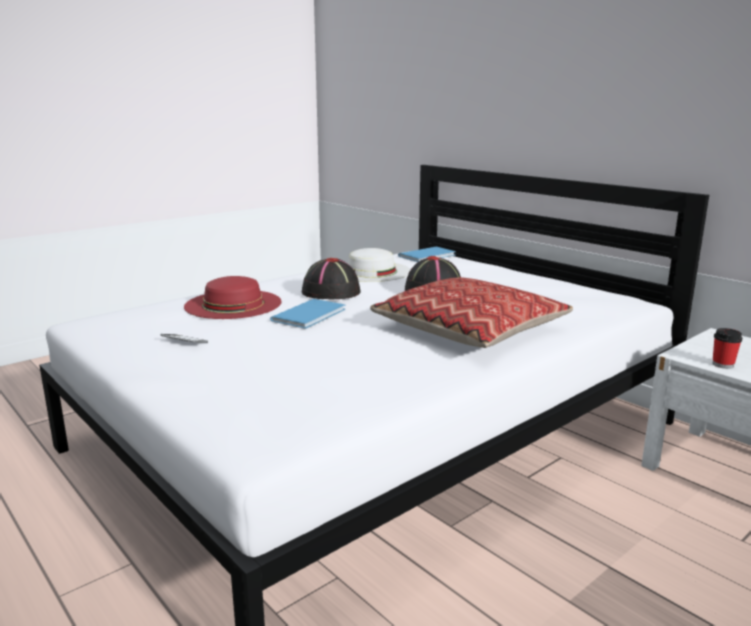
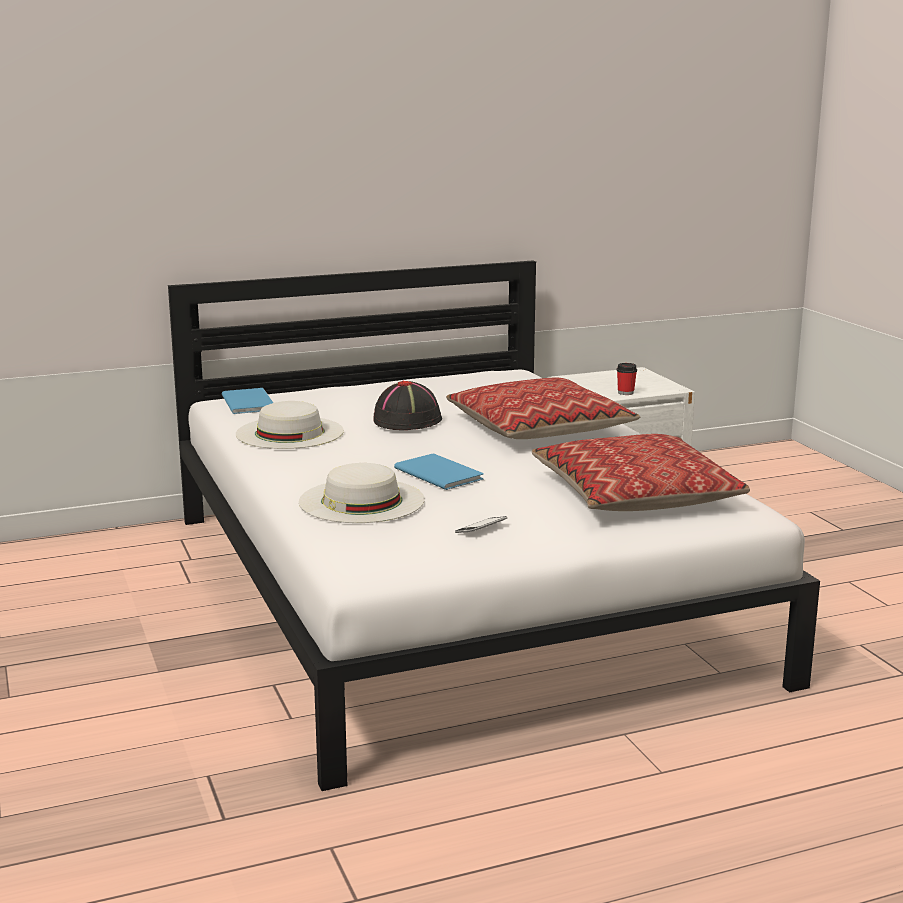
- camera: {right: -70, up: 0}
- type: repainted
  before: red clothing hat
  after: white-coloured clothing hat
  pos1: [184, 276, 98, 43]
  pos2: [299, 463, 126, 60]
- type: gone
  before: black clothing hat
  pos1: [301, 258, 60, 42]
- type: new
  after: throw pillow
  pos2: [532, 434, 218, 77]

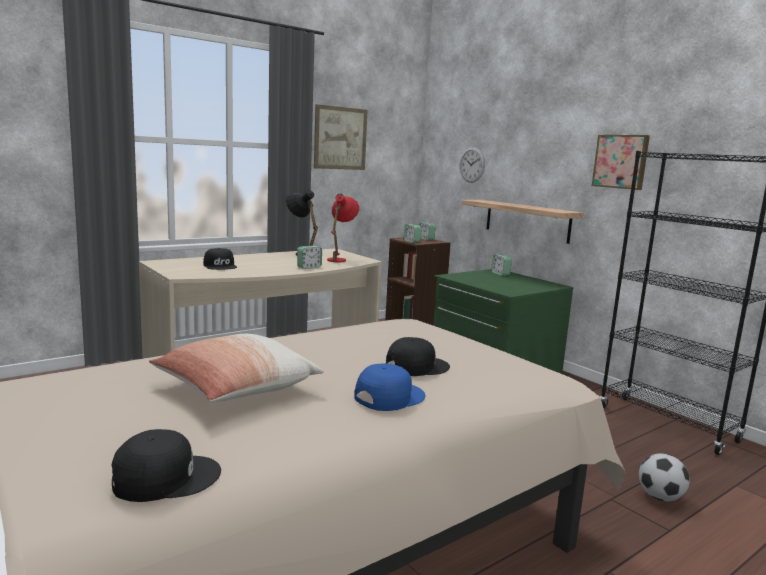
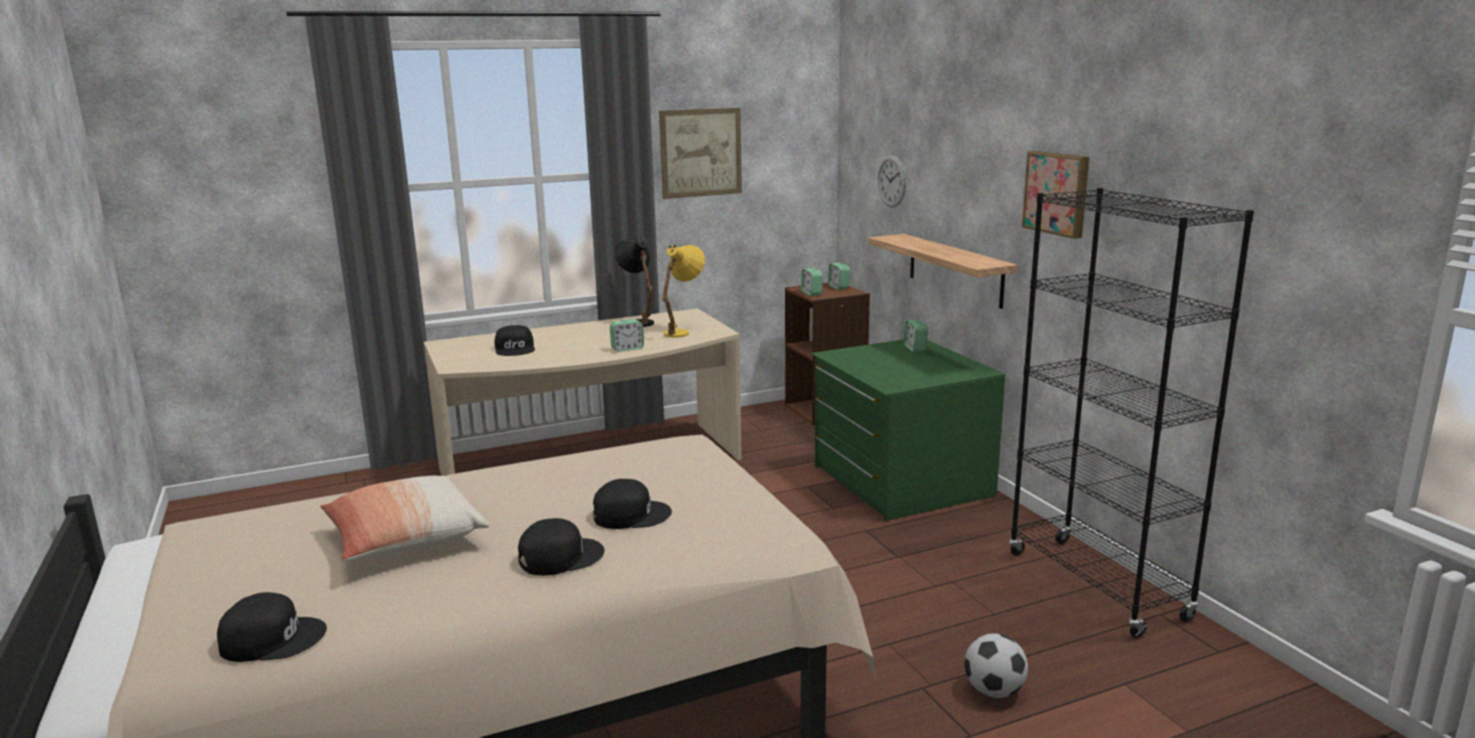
- camera: {right: 15, up: 5}
- type: repainted
  before: red tabletop lamp
  after: yellowish tabletop lamp
  pos1: [327, 193, 32, 69]
  pos2: [661, 245, 44, 93]
- type: repainted
  before: blue-coloured peaked cap
  after: black peaked cap
  pos1: [354, 363, 71, 48]
  pos2: [518, 518, 86, 58]

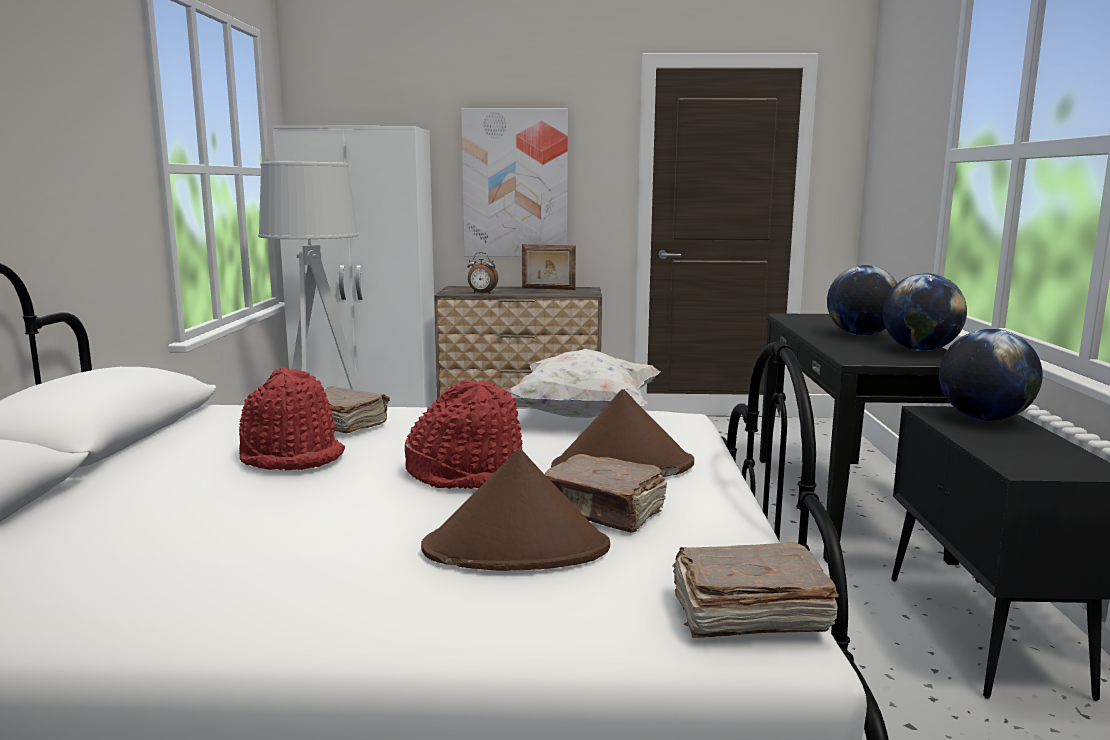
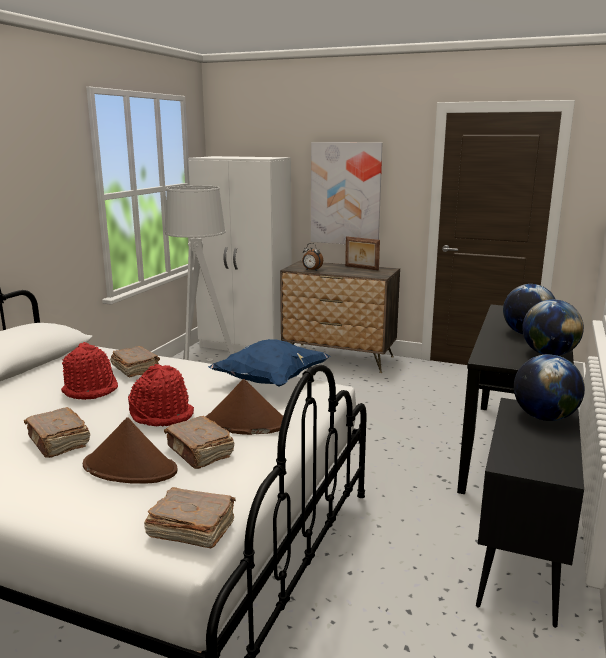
- camera: {right: 20, up: 5}
- type: repainted
  before: white-coloured throw pillow
  after: blue-coloured throw pillow
  pos1: [507, 349, 153, 69]
  pos2: [208, 339, 122, 48]
- type: new
  after: brown bound book
  pos2: [24, 407, 66, 51]

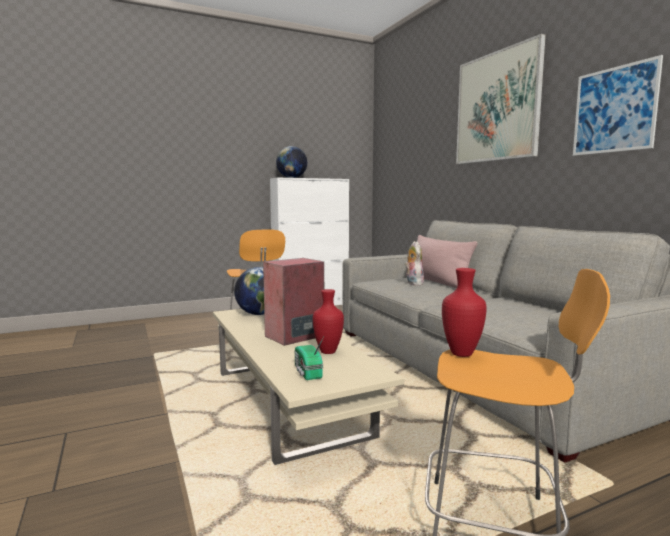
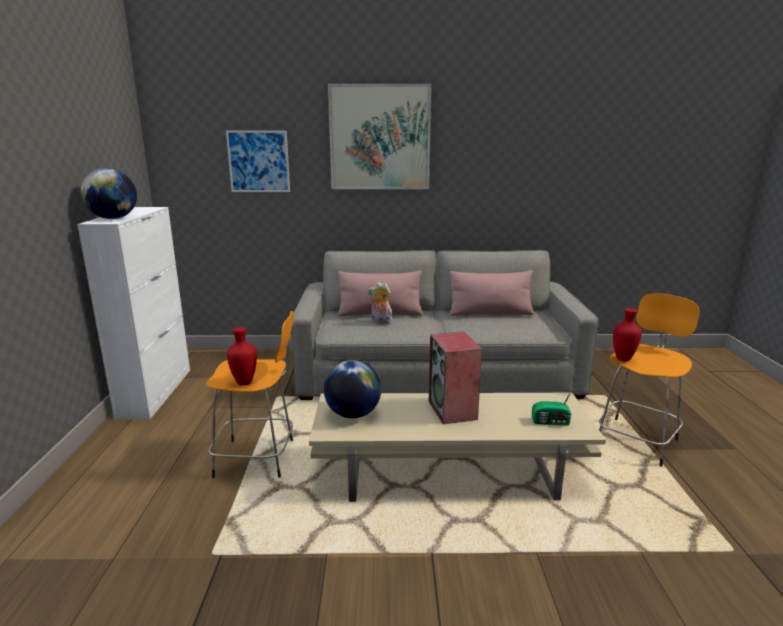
- camera: {right: -65, up: 10}
- type: shifted
  before: red decorative vase
  pos1: [313, 289, 31, 65]
  pos2: [227, 327, 30, 59]
- type: shifted
  before: picture
  pos1: [573, 55, 90, 101]
  pos2: [226, 130, 64, 62]
- type: new
  after: pinkish throw pillow
  pos2: [449, 270, 85, 46]

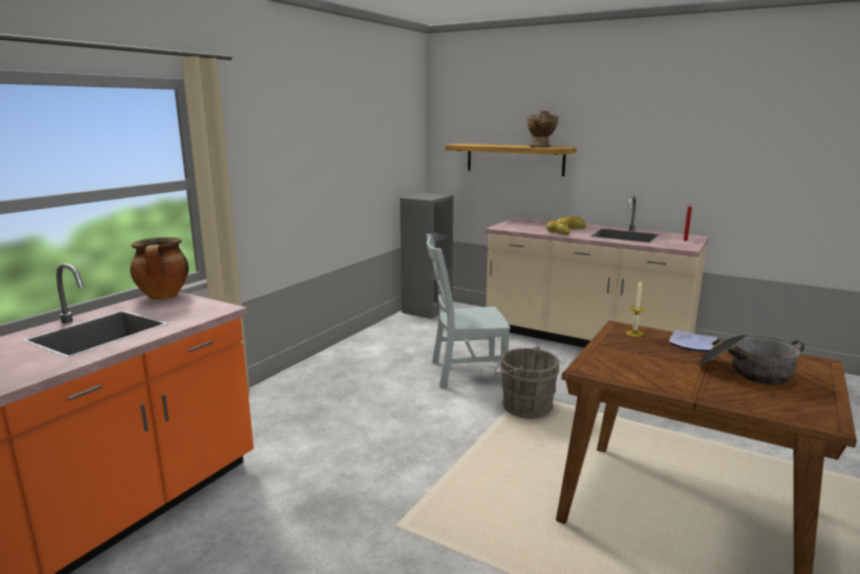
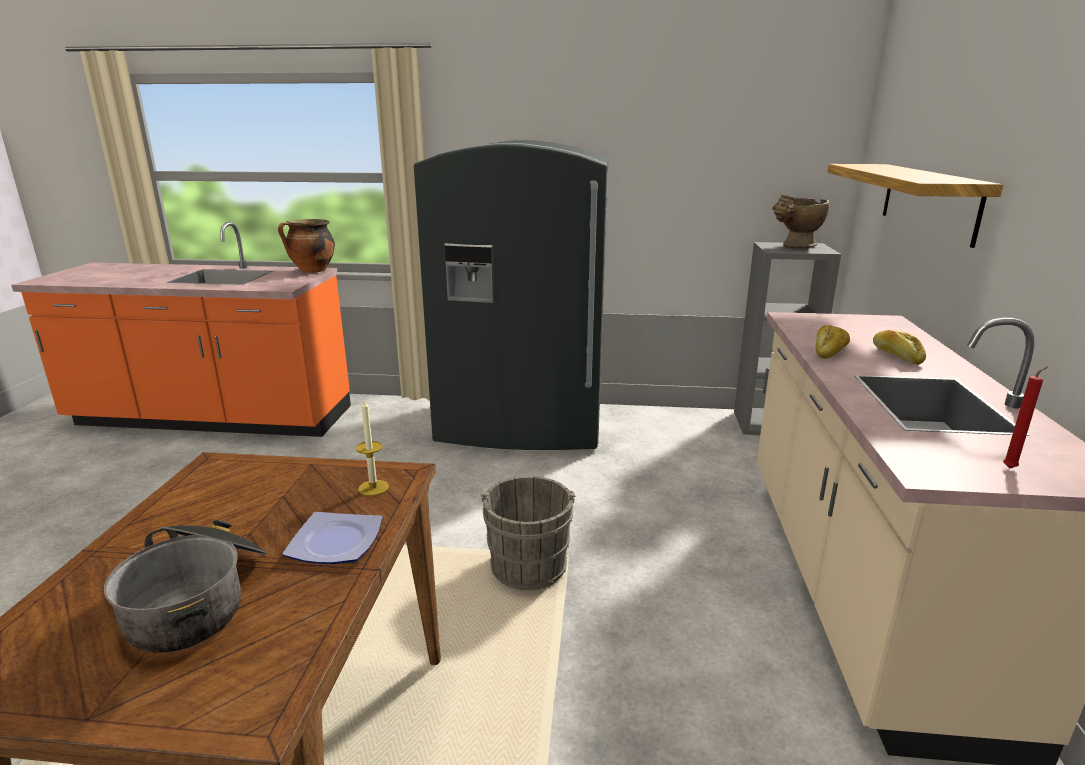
- camera: {right: 65, up: 5}
- type: gone
  before: gray upright chair
  pos1: [426, 234, 84, 154]
- type: shifted
  before: beige-coloured decorative vase
  pos1: [527, 110, 31, 37]
  pos2: [772, 193, 57, 55]
- type: new
  after: gray fridge
  pos2: [414, 140, 195, 310]

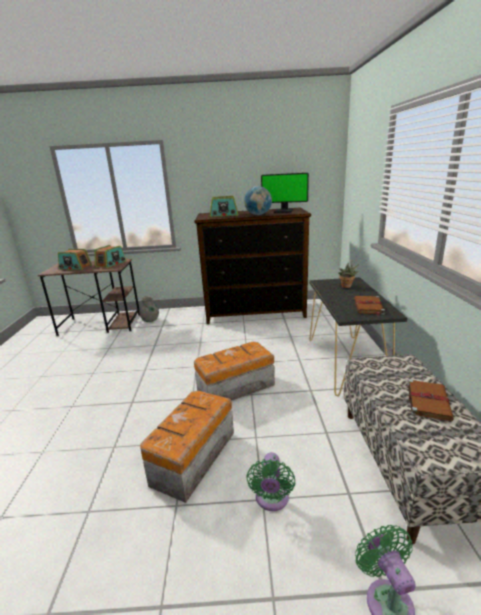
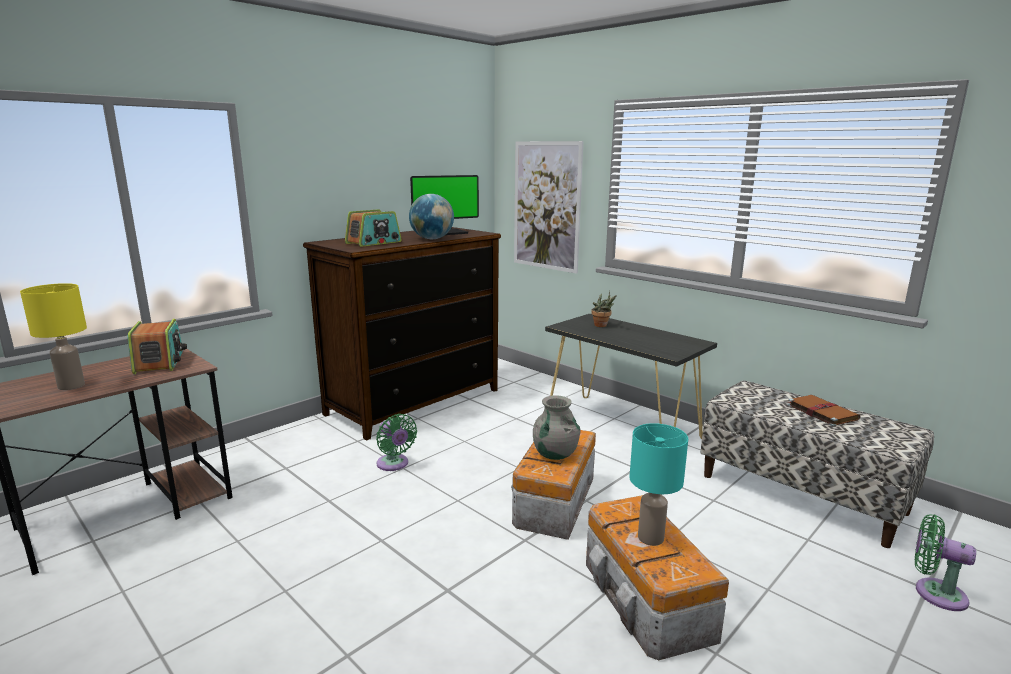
- camera: {right: -45, up: -5}
- type: swapped
  before: radio receiver
  after: yellowish tabletop lamp
  pos1: [58, 249, 34, 21]
  pos2: [20, 283, 67, 107]
- type: shifted
  before: gray decorative vase
  pos1: [139, 296, 20, 26]
  pos2: [533, 395, 48, 65]
- type: shifted
  before: greenish fan
  pos1: [246, 452, 49, 59]
  pos2: [376, 414, 41, 57]
- type: gone
  before: brown bound book
  pos1: [354, 296, 31, 20]
- type: new
  after: picture
  pos2: [514, 141, 69, 133]
- type: new
  after: turquoise-coloured tabletop lamp
  pos2: [629, 423, 59, 123]

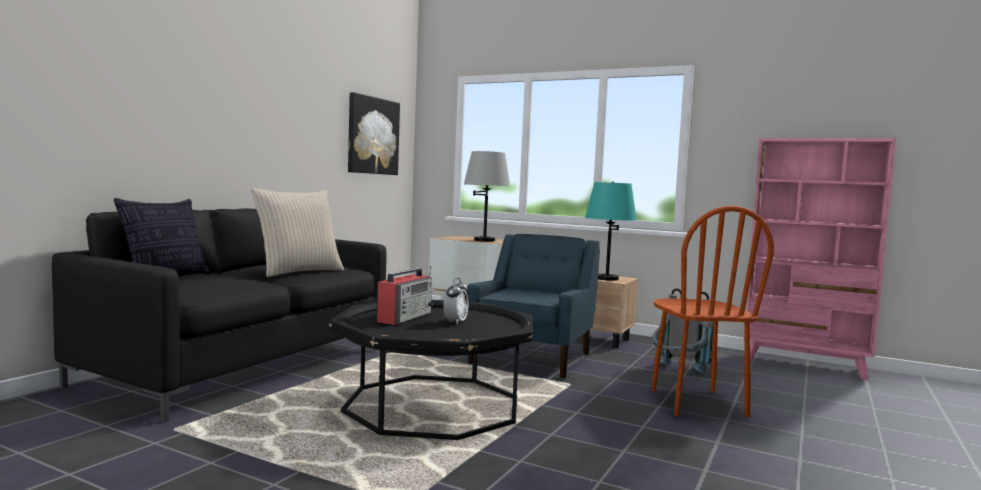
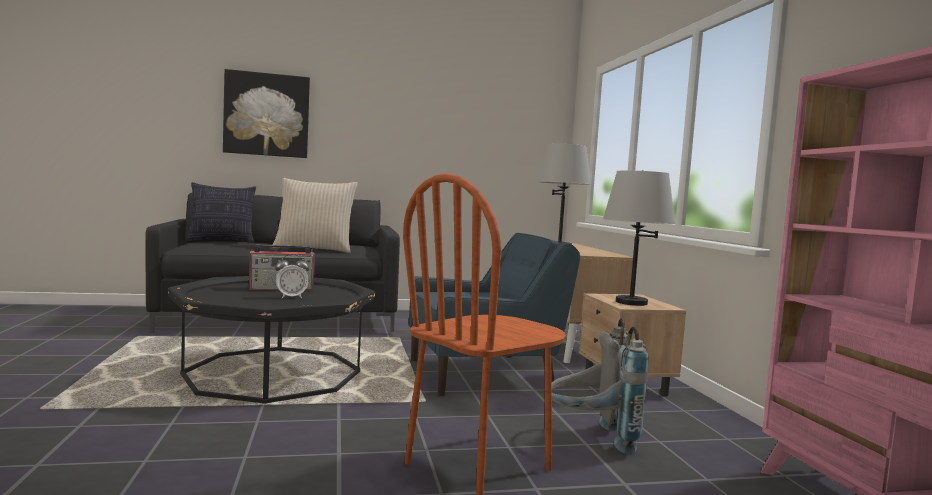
- camera: {right: 50, up: 0}
- type: shifted
  before: picture
  pos1: [348, 92, 52, 83]
  pos2: [223, 69, 87, 89]
- type: repainted
  before: turquoise-coloured tabletop lamp
  after: gray tabletop lamp
  pos1: [585, 182, 52, 99]
  pos2: [603, 170, 72, 136]

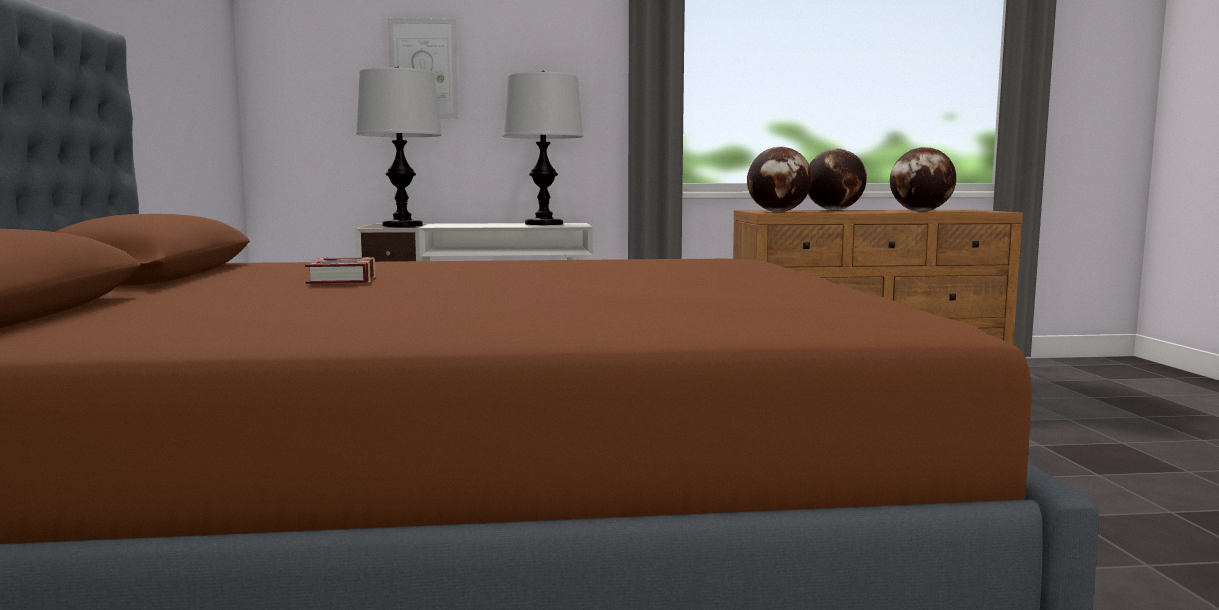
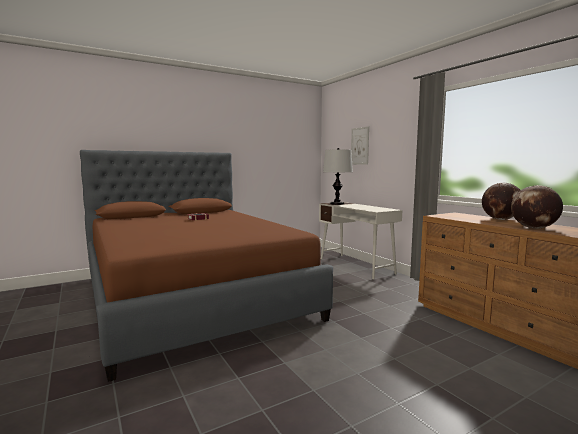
- camera: {right: 65, up: 0}
- type: gone
  before: tabletop lamp
  pos1: [503, 70, 80, 155]
- type: gone
  before: world globe
  pos1: [747, 147, 65, 65]

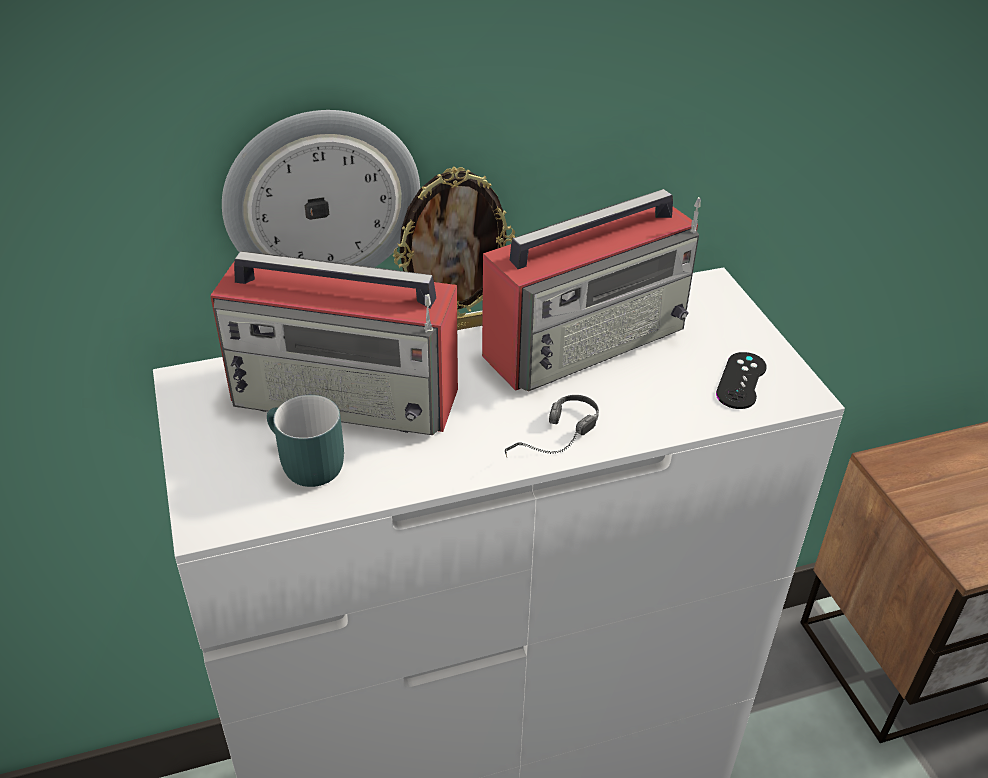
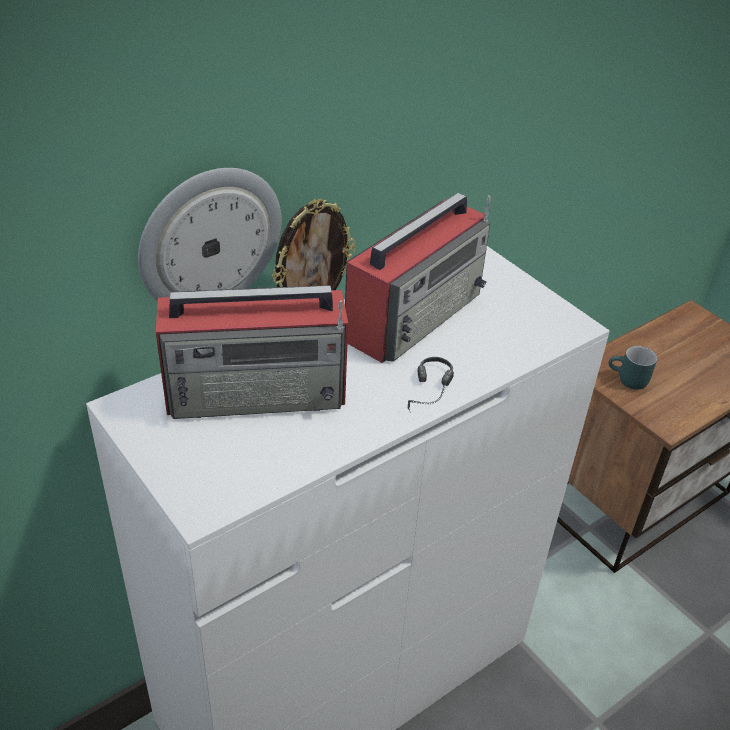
- camera: {right: -20, up: 0}
- type: shifted
  before: turquoise-coloured mug
  pos1: [267, 395, 77, 92]
  pos2: [609, 346, 48, 44]
- type: gone
  before: black gamepad
  pos1: [716, 352, 50, 57]

